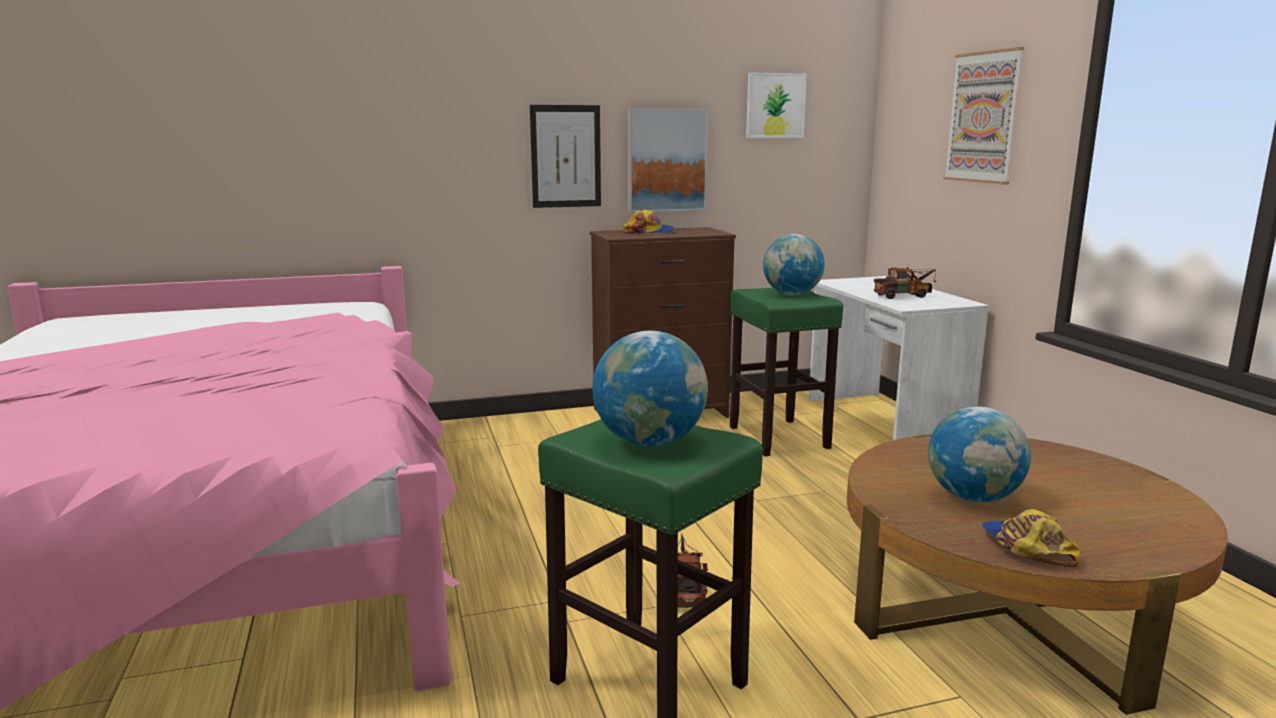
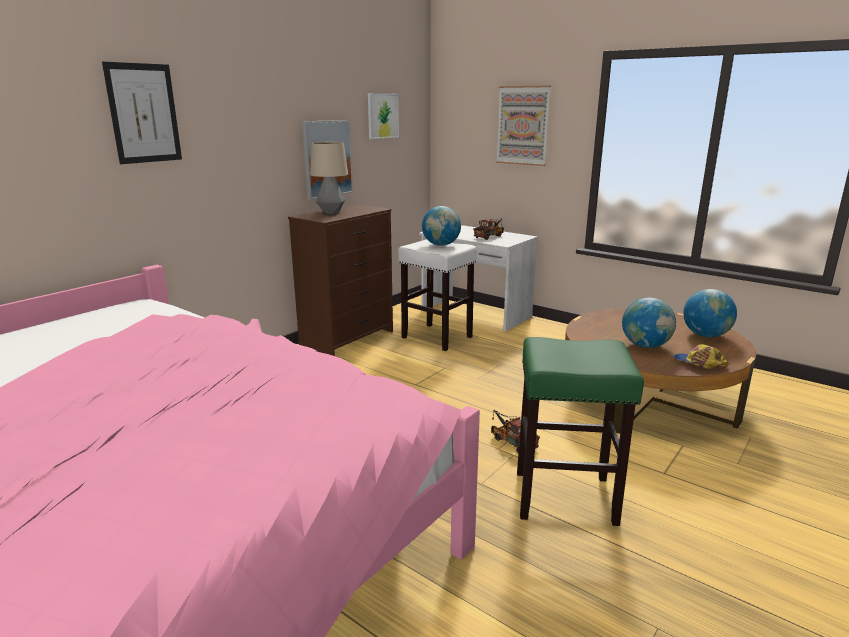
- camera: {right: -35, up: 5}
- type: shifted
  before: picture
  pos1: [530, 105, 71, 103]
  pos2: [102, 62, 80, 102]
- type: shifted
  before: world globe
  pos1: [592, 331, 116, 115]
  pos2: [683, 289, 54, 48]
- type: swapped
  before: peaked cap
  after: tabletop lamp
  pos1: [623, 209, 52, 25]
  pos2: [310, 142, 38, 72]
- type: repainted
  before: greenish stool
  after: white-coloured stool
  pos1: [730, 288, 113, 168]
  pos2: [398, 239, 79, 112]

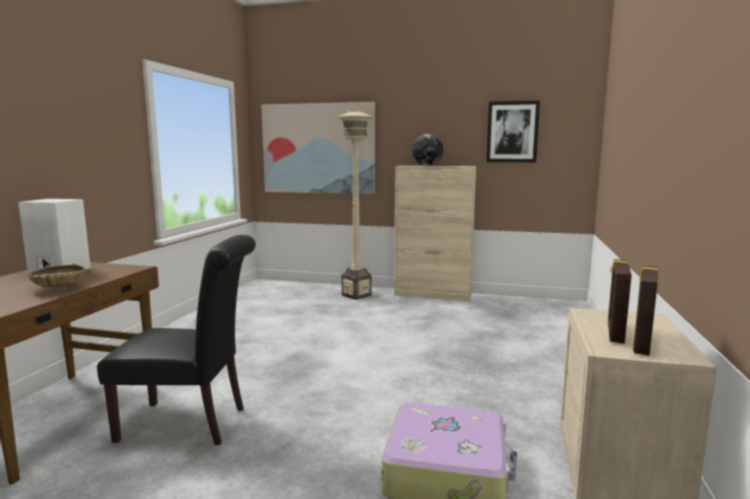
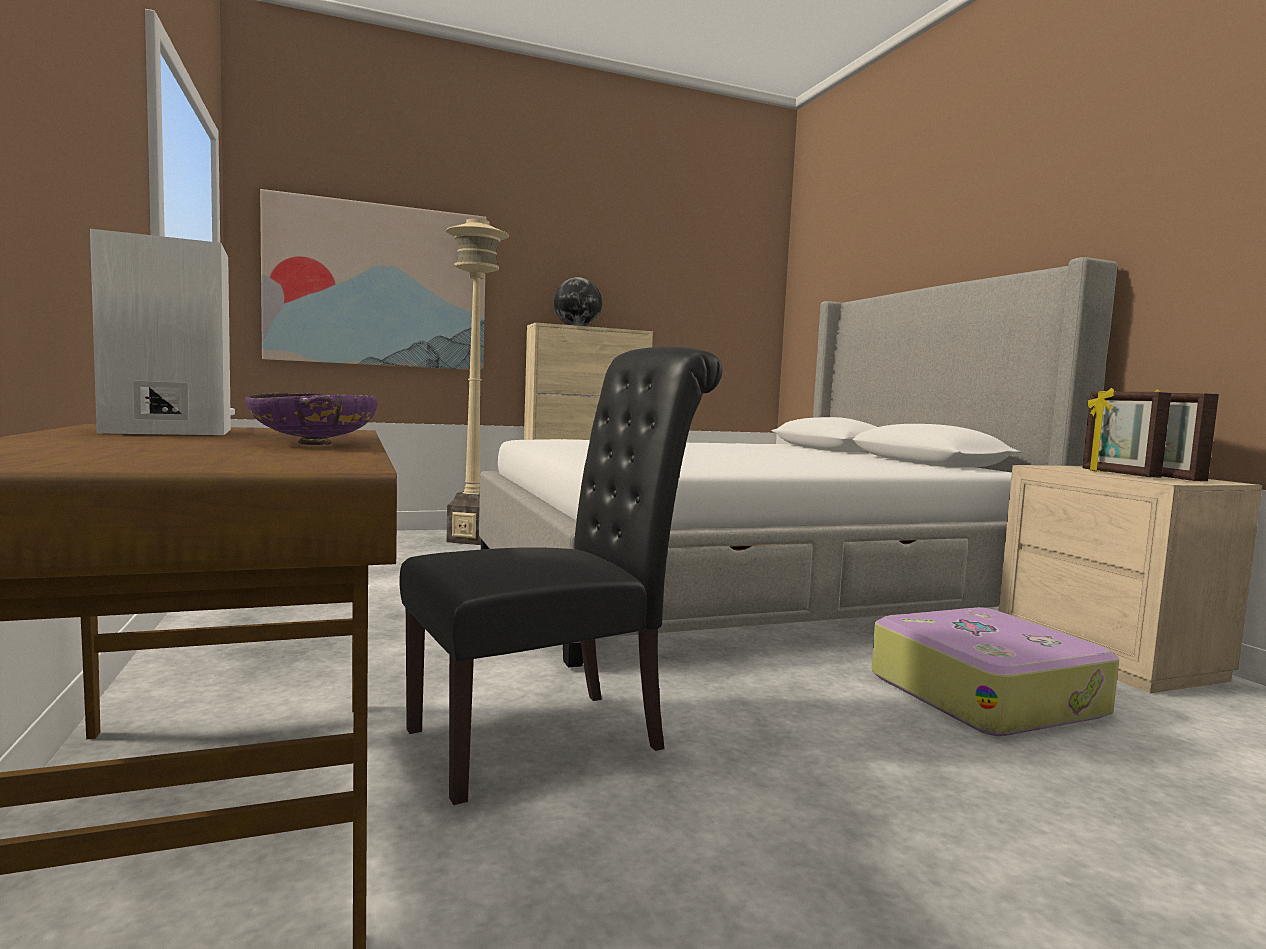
- camera: {right: -35, up: -5}
- type: repainted
  before: beige-coloured serving bowl
  after: purple serving bowl
  pos1: [28, 263, 57, 27]
  pos2: [245, 392, 132, 53]
- type: gone
  before: picture
  pos1: [486, 101, 54, 61]
- type: new
  after: bed
  pos2: [479, 257, 638, 410]

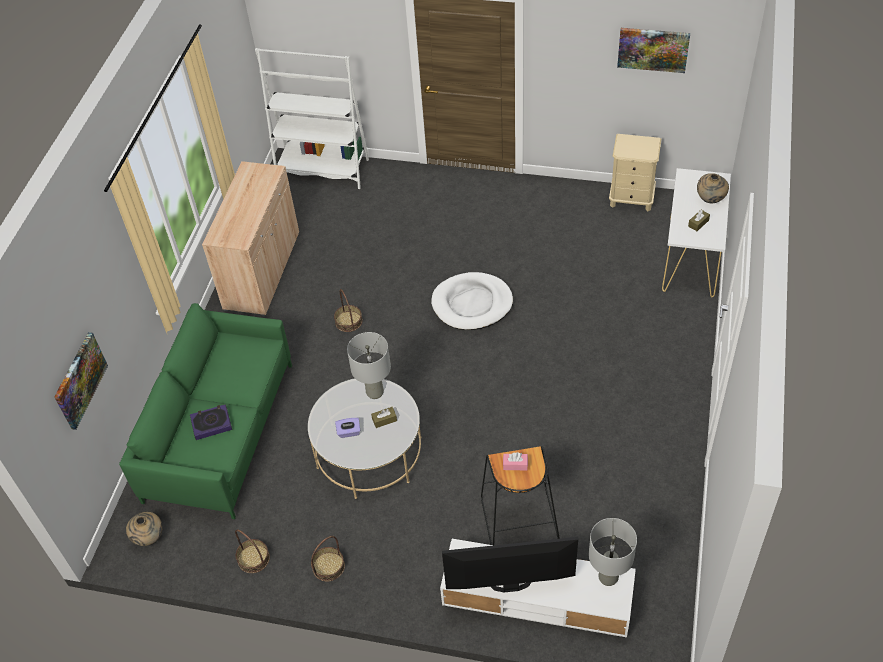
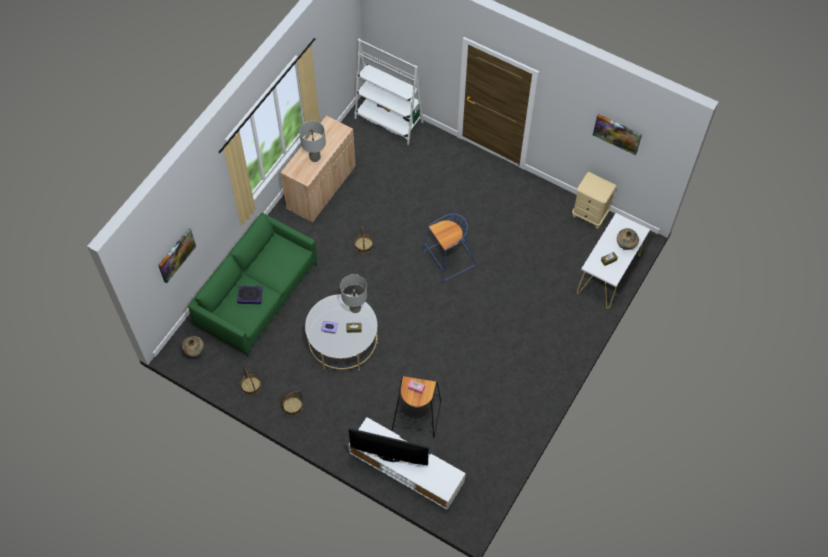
- camera: {right: 15, up: 10}
- type: swapped
  before: white-coloured dog cushion
  after: blue-coloured stool
  pos1: [431, 272, 82, 58]
  pos2: [422, 214, 54, 67]
- type: shifted
  before: gray tabletop lamp
  pos1: [589, 518, 48, 68]
  pos2: [299, 121, 27, 41]

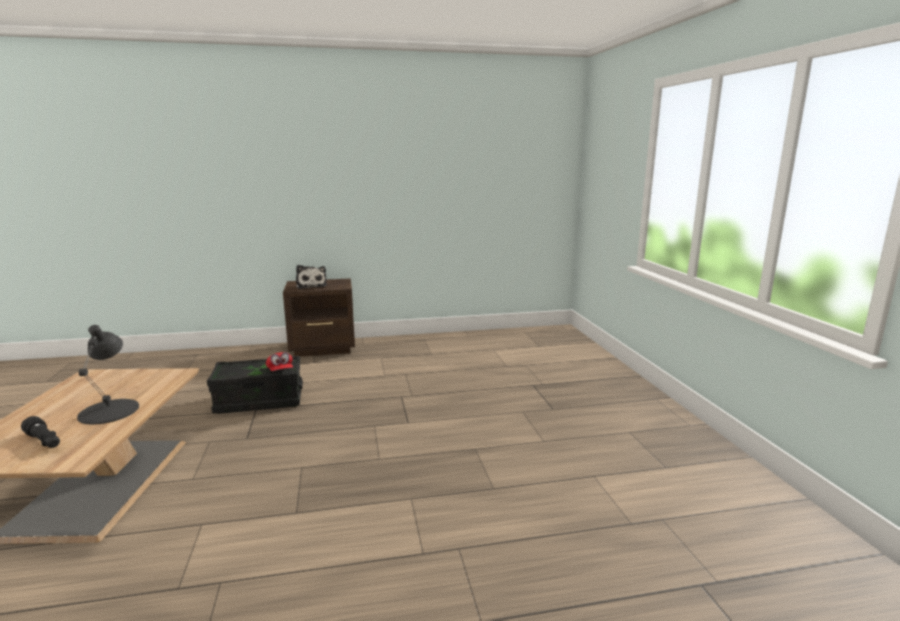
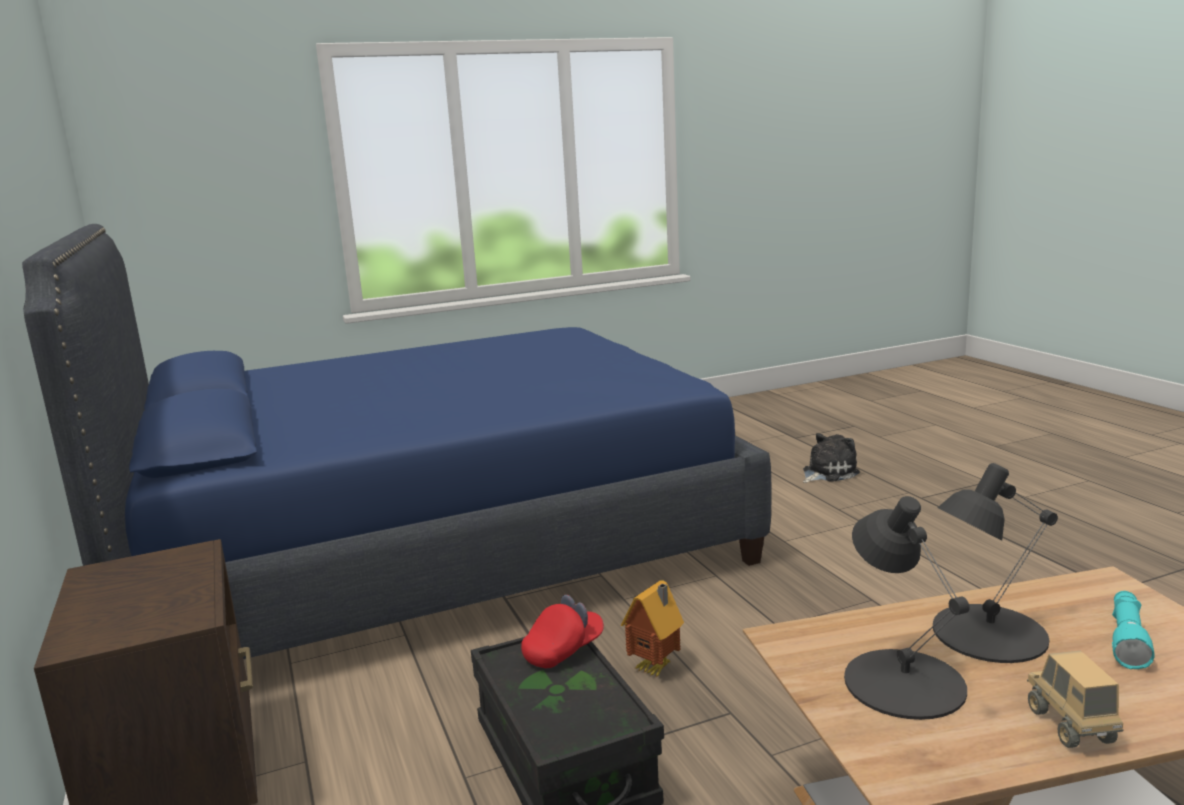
- camera: {right: -100, up: 0}
- type: repainted
  before: black flashlight
  after: turquoise-coloured flashlight
  pos1: [21, 416, 39, 32]
  pos2: [1112, 591, 43, 78]
- type: shifted
  before: soft toy
  pos1: [296, 265, 31, 24]
  pos2: [803, 433, 57, 50]
- type: new
  after: blue-coloured bed
  pos2: [22, 224, 750, 435]
- type: new
  after: miniature house
  pos2: [621, 581, 63, 96]
- type: new
  after: black tabletop lamp
  pos2: [844, 496, 126, 224]
- type: new
  after: toy lorry
  pos2: [1027, 651, 96, 97]

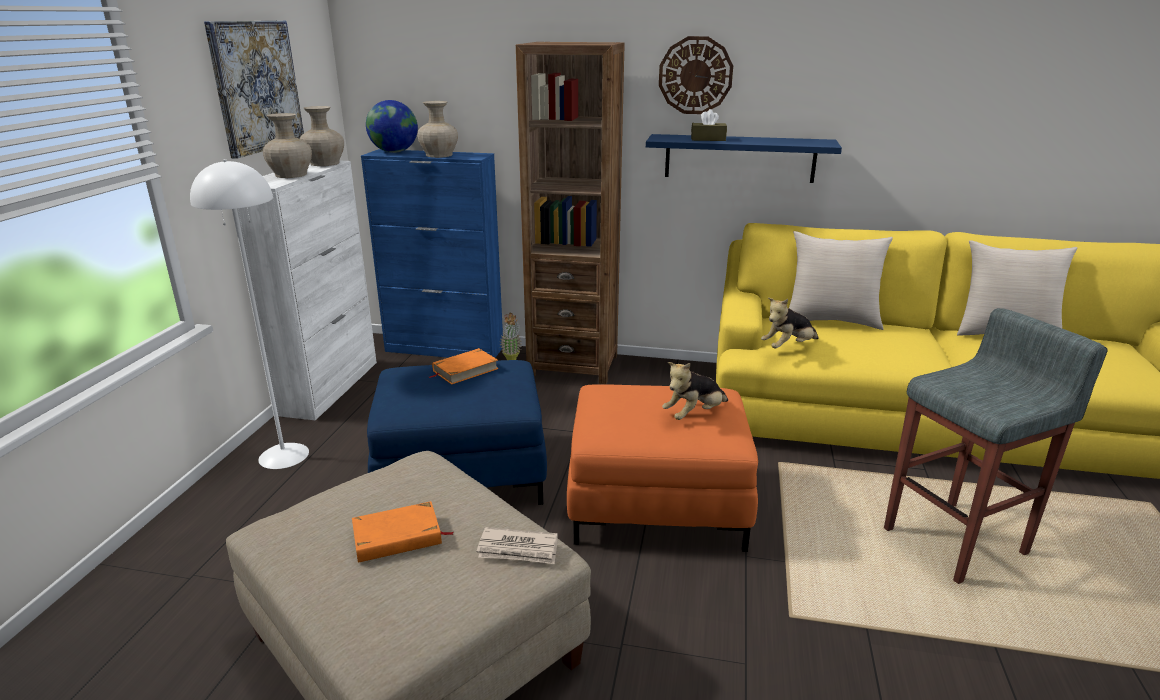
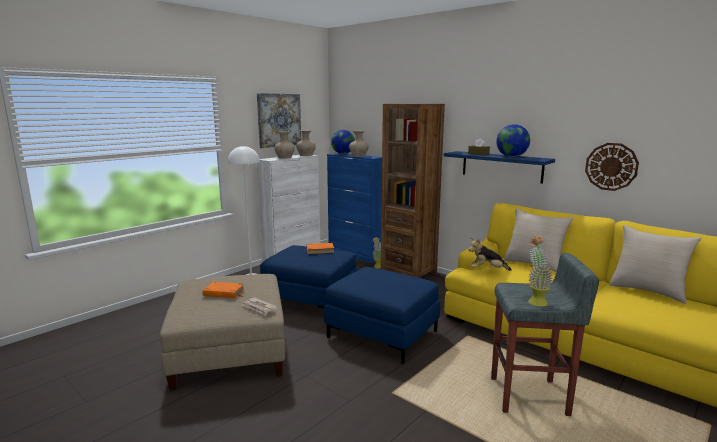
- camera: {right: 30, up: -10}
- type: repainted
  before: orange-coloured ottoman
  after: blue-coloured ottoman
  pos1: [567, 384, 191, 168]
  pos2: [324, 267, 116, 97]
- type: shifted
  before: hanging clock
  pos1: [659, 36, 74, 78]
  pos2: [585, 143, 54, 48]
- type: gone
  before: soft toy
  pos1: [662, 362, 66, 58]
- type: new
  after: world globe
  pos2: [496, 124, 34, 33]
- type: new
  after: plant in a pot
  pos2: [528, 235, 25, 71]

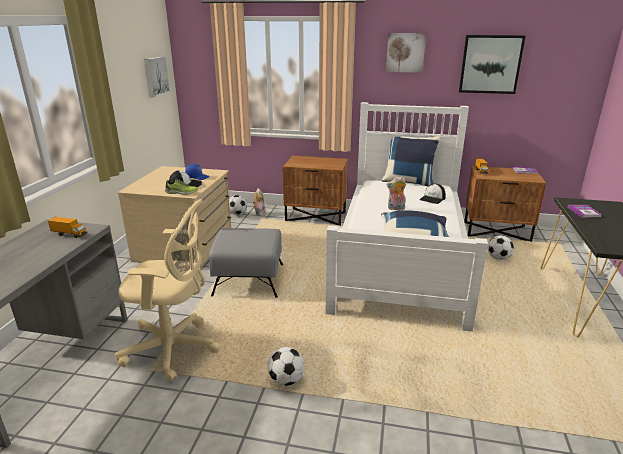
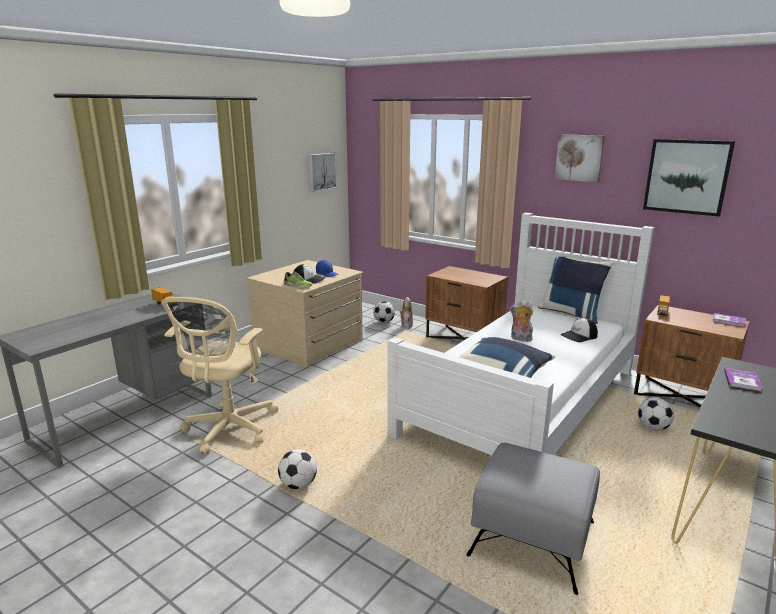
- camera: {right: 25, up: -5}
- type: rotated
  before: beige-coloured office chair
  pos1: [115, 199, 105, 183]
  pos2: [161, 297, 117, 158]
  turn: 75
- type: shifted
  before: gray ottoman
  pos1: [209, 228, 74, 70]
  pos2: [467, 443, 133, 152]

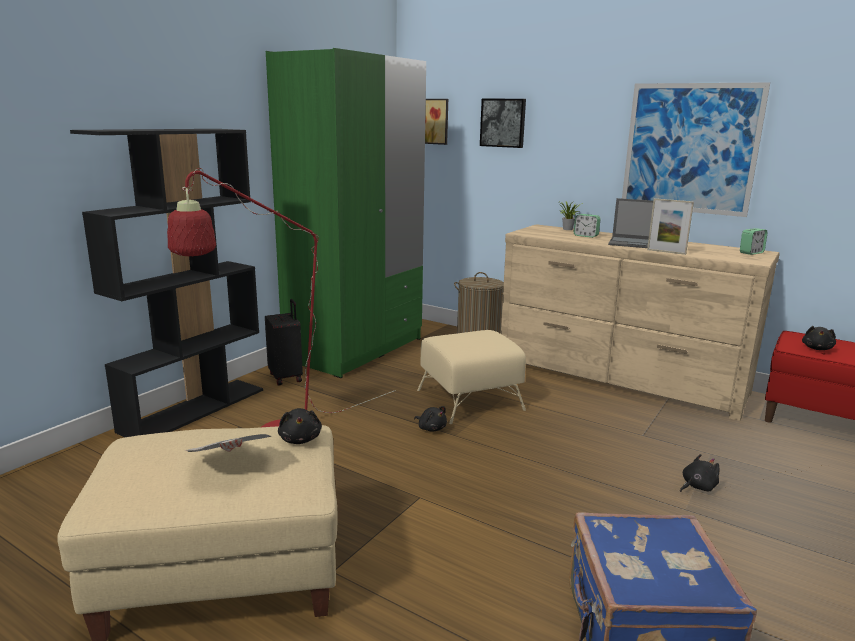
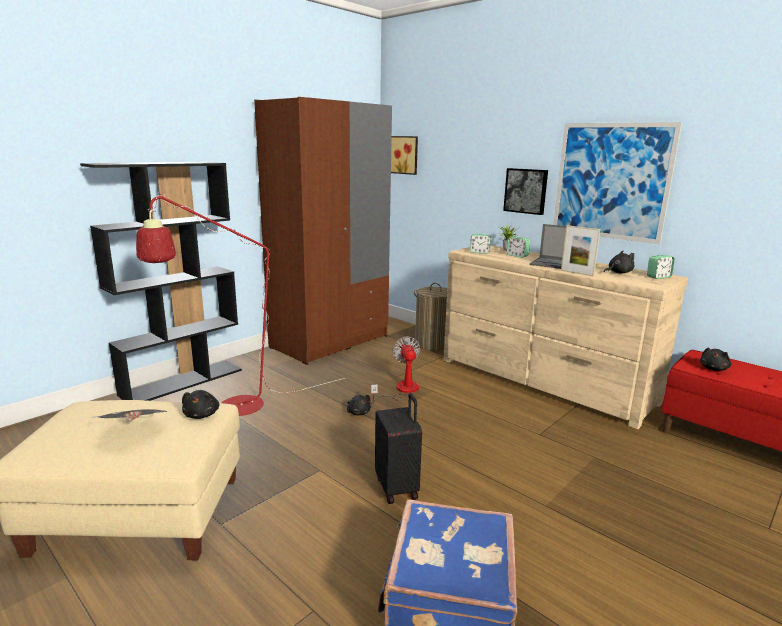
- camera: {right: 10, up: 0}
- type: shifted
  before: black piece of luggage
  pos1: [265, 299, 38, 86]
  pos2: [375, 393, 47, 111]
- type: repainted
  before: greenish clothes cupboard
  after: brown clothes cupboard
  pos1: [266, 48, 160, 330]
  pos2: [254, 97, 138, 268]
- type: swapped
  before: beige-coloured ottoman
  after: fan
  pos1: [417, 330, 109, 94]
  pos2: [371, 336, 49, 67]
- type: shifted
  before: picture
  pos1: [480, 99, 46, 49]
  pos2: [503, 168, 45, 47]
- type: shifted
  before: black soft toy
  pos1: [680, 454, 39, 38]
  pos2: [604, 251, 30, 22]
- type: new
  after: bedside clock
  pos2: [470, 234, 21, 20]

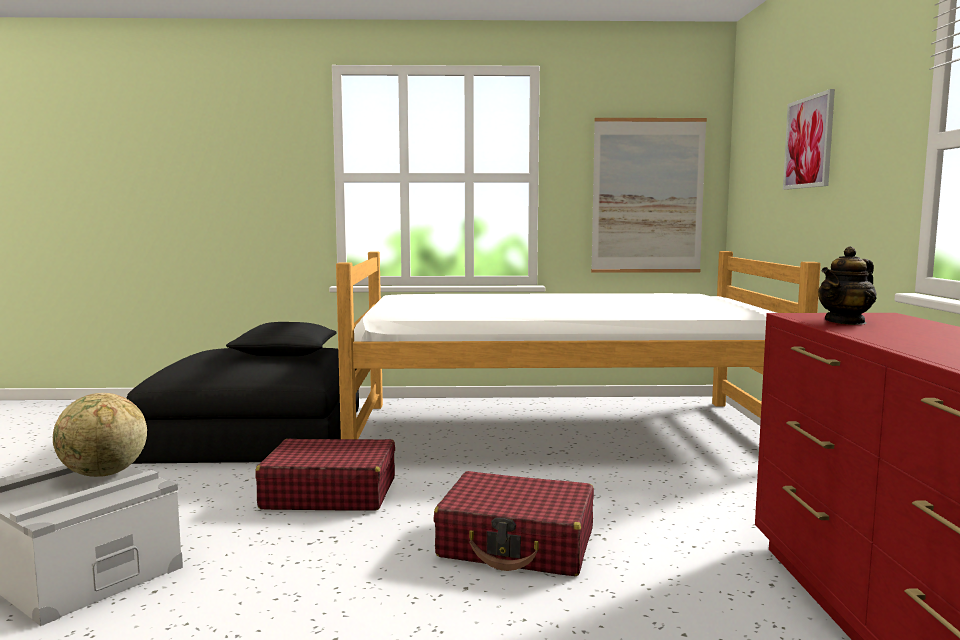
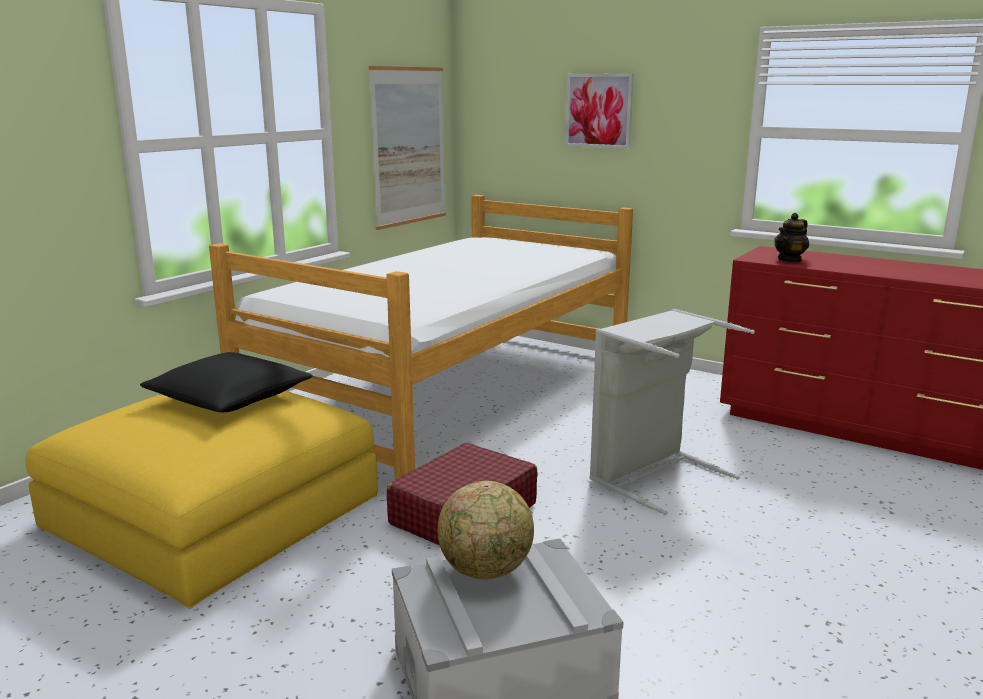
- camera: {right: -55, up: 10}
- type: repainted
  before: black ottoman
  after: yellowish ottoman
  pos1: [126, 348, 233, 116]
  pos2: [26, 391, 352, 217]
- type: swapped
  before: red piece of luggage
  after: gray washing basket
  pos1: [433, 471, 161, 105]
  pos2: [590, 309, 165, 206]
- type: rotated
  before: tea pot
  pos1: [818, 246, 59, 79]
  pos2: [774, 213, 35, 49]
  turn: 45

